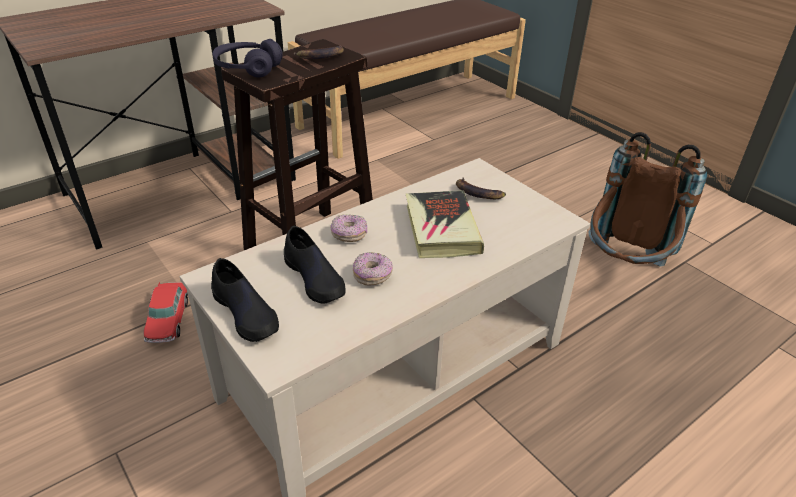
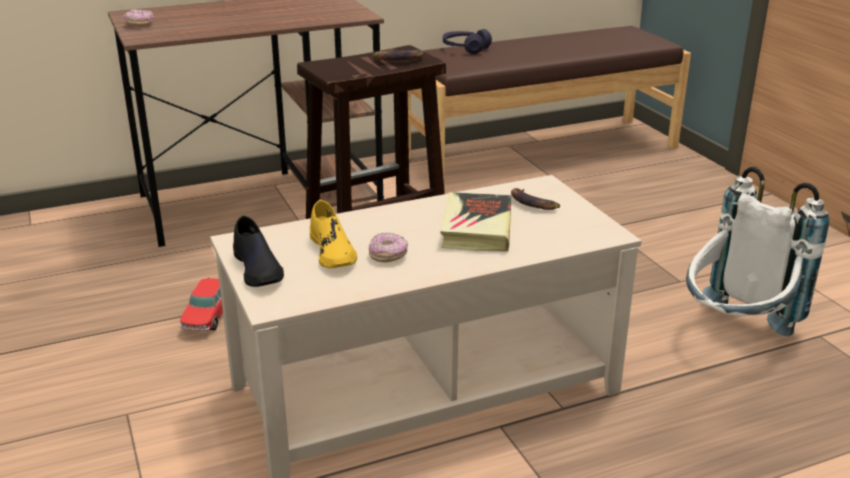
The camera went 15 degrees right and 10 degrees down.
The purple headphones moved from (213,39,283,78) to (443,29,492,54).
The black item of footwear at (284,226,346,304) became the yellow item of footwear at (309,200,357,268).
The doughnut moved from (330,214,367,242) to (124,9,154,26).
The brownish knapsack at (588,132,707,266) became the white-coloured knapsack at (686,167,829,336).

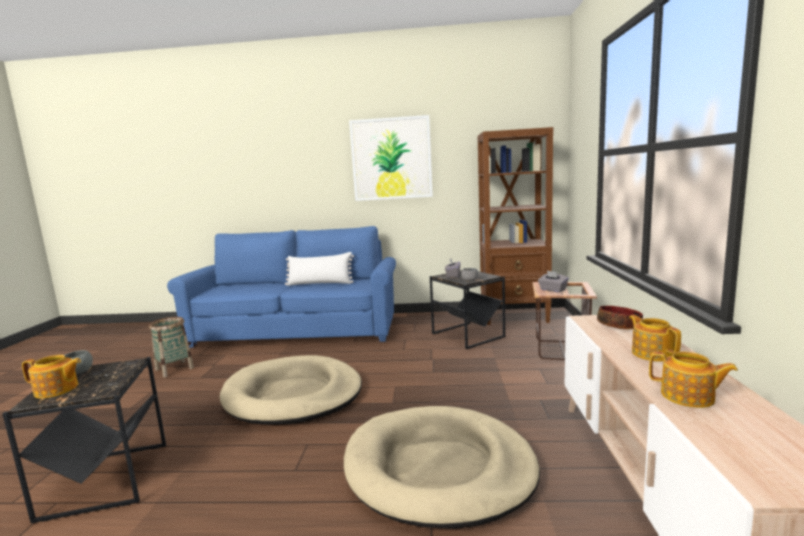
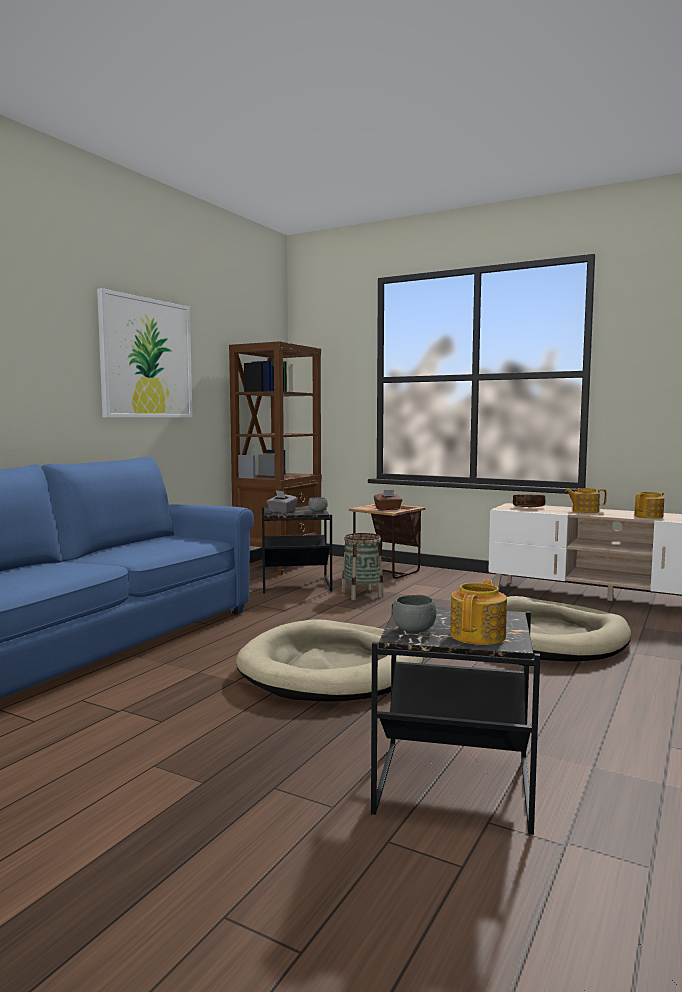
The camera went 65 degrees left and 5 degrees down.
The storage basket moved from (149,317,194,378) to (342,533,384,600).
The white-coloured pillow at (285,252,354,286) disappeared.
The gray tissue holder at (538,271,569,292) became the brownish tissue holder at (374,490,402,510).

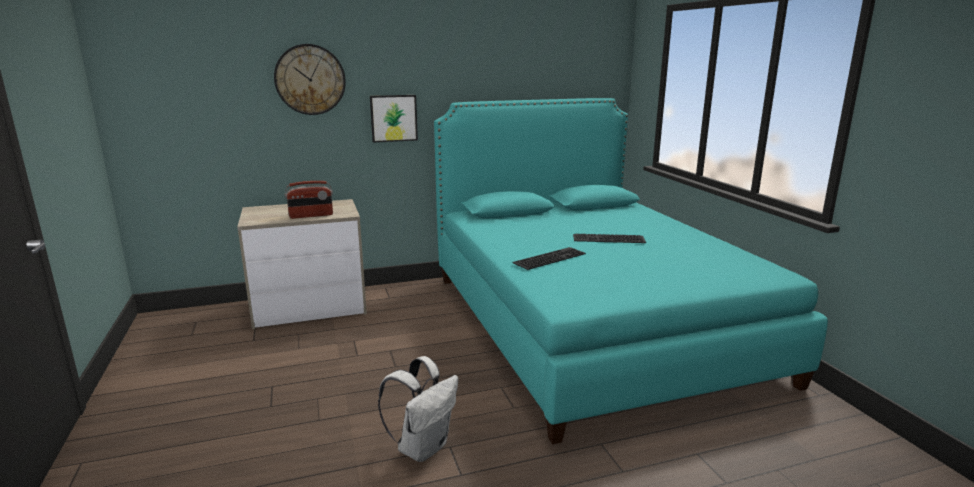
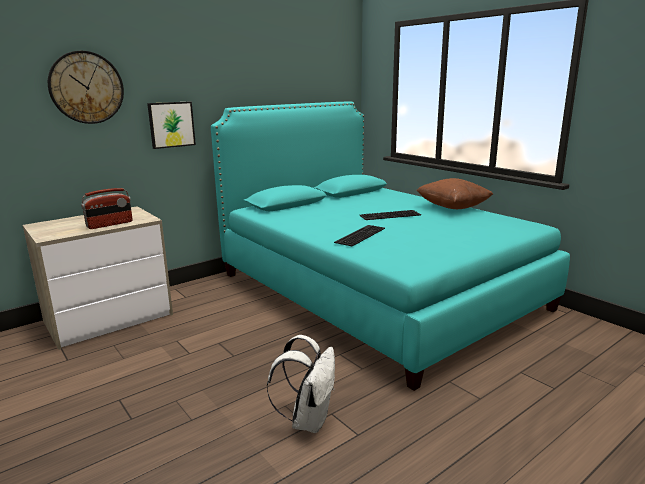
The camera went 20 degrees left and 0 degrees up.
The brownish pillow at (416,178,493,209) appeared.

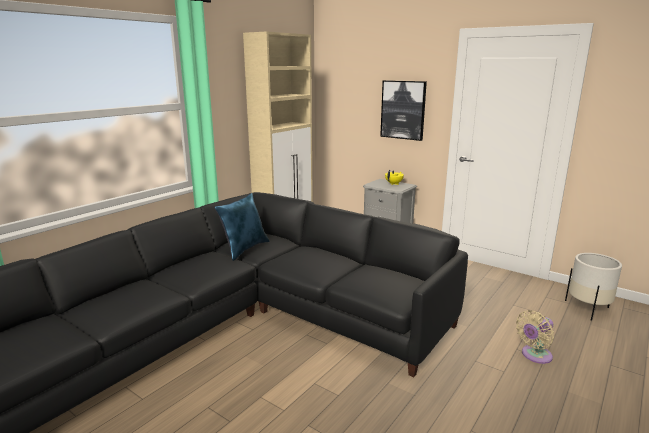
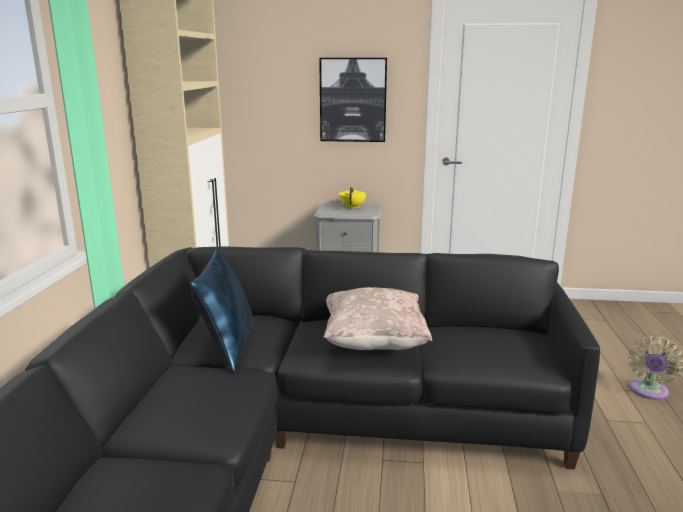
The camera went 30 degrees left and 0 degrees up.
The white-coloured flower pot at (565,253,622,321) disappeared.
The beige pillow at (324,287,432,350) appeared.

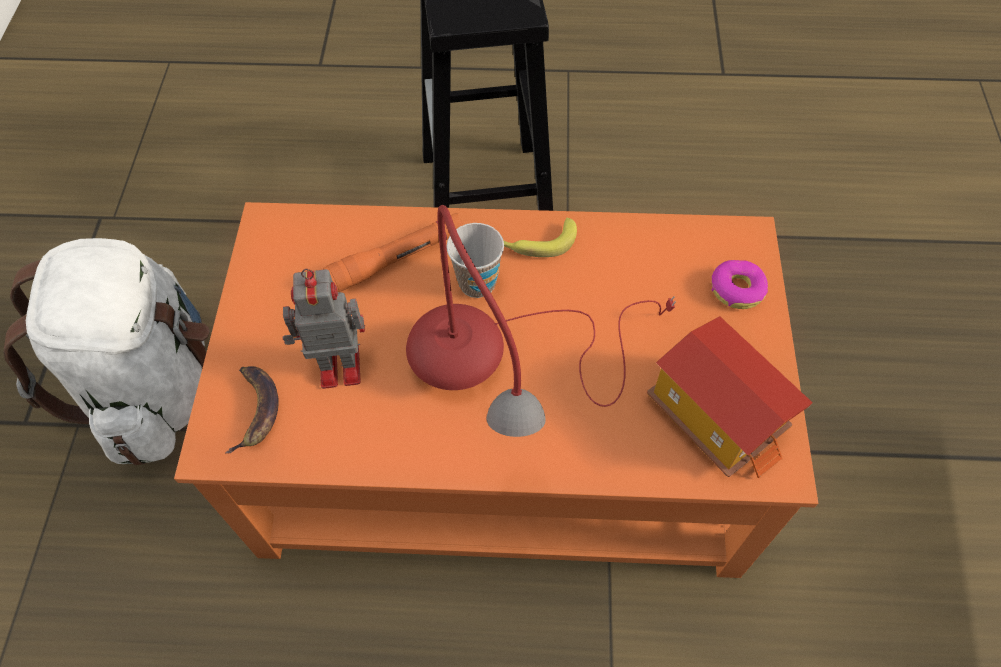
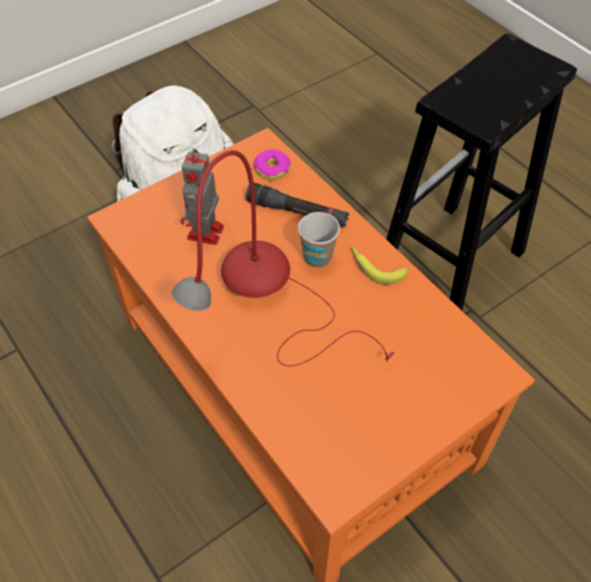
The camera went 50 degrees right and 5 degrees down.
The banana fruit at (226,366,279,453) disappeared.
The model robot at (283,269,365,389) turned 120 degrees counterclockwise.
The orangey torch at (323,213,464,292) became the black torch at (245,183,349,227).
The toy house at (647,316,813,478) disappeared.
The doughnut moved from (712,260,768,309) to (254,149,291,180).

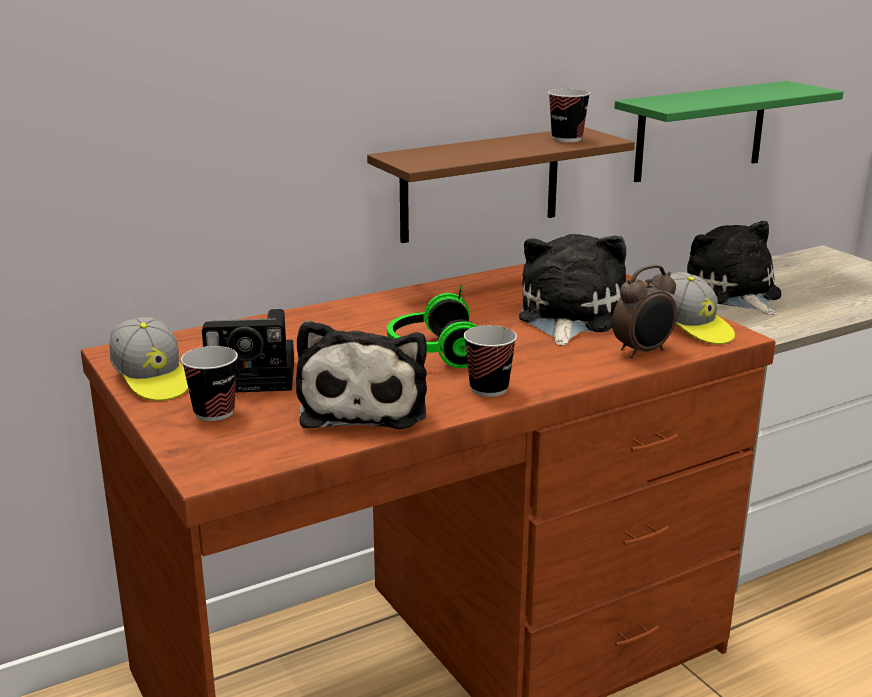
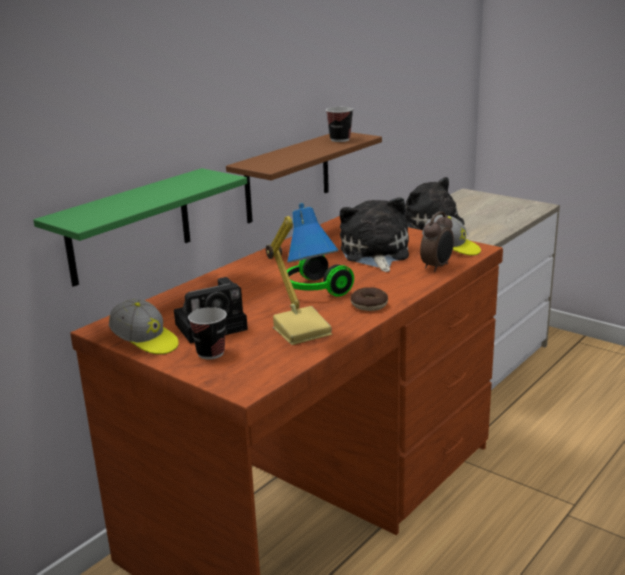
The camera went 20 degrees left and 0 degrees up.
The soft toy at (296,320,427,429) was replaced by the table lamp at (266,203,339,345).
The drinking cup at (464,325,517,397) was replaced by the doughnut at (350,287,388,311).
The greenish wall shelf moved from (614,81,843,182) to (33,168,247,287).

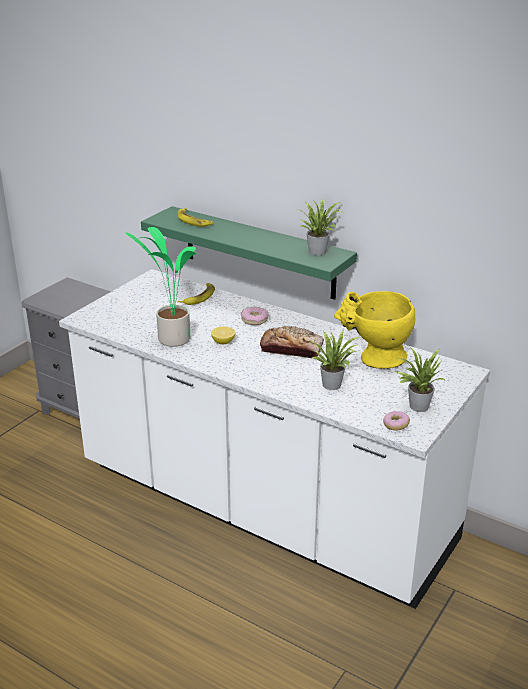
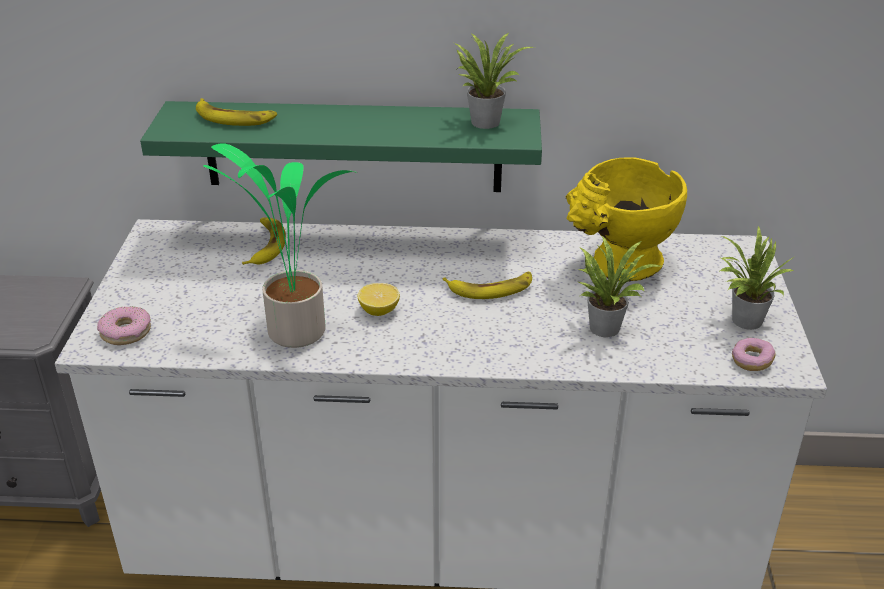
The camera went 30 degrees left and 5 degrees up.
The doughnut moved from (241,307,269,325) to (97,307,151,345).
The bread at (260,326,324,359) was replaced by the banana fruit at (443,272,532,299).

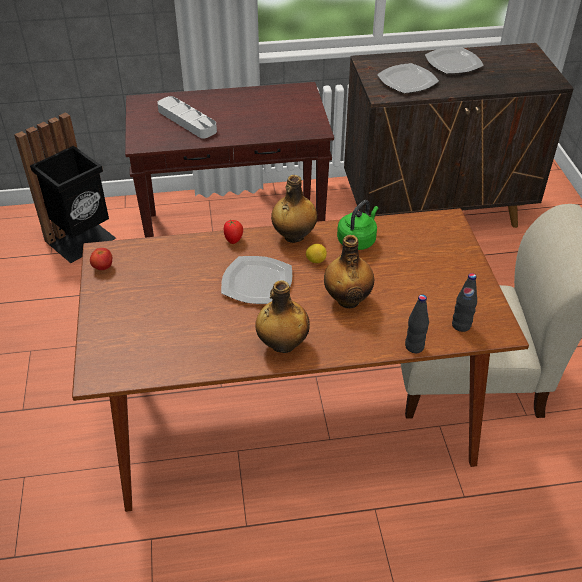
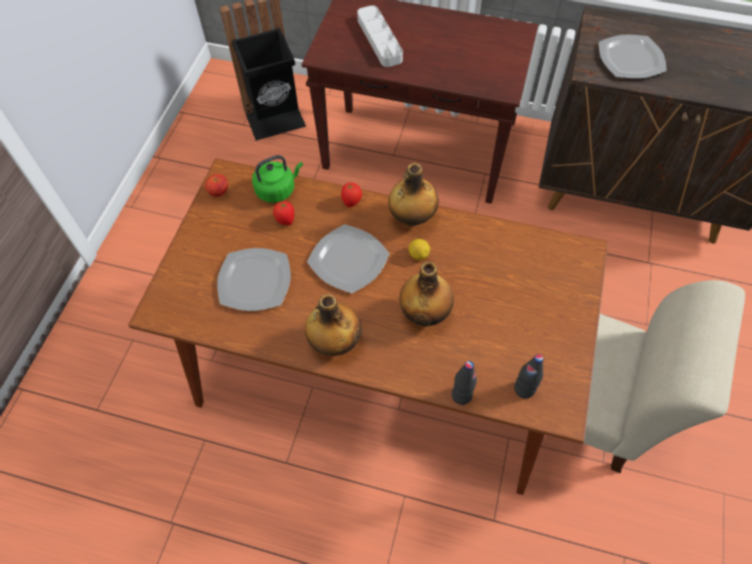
The camera went 25 degrees right and 15 degrees up.
The greenish water kettle moved from (337,200,378,250) to (252,155,303,203).
The plate moved from (425,47,484,74) to (217,248,291,311).
The tomato at (273,201,295,225) appeared.

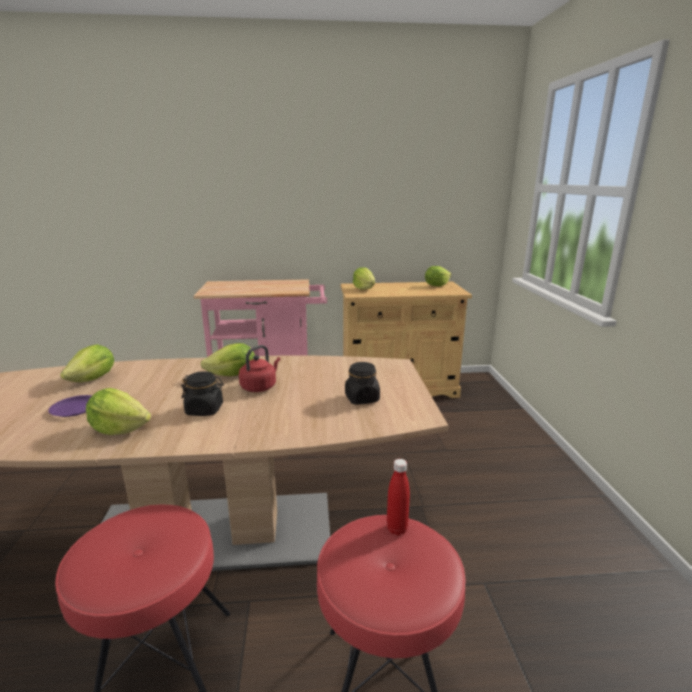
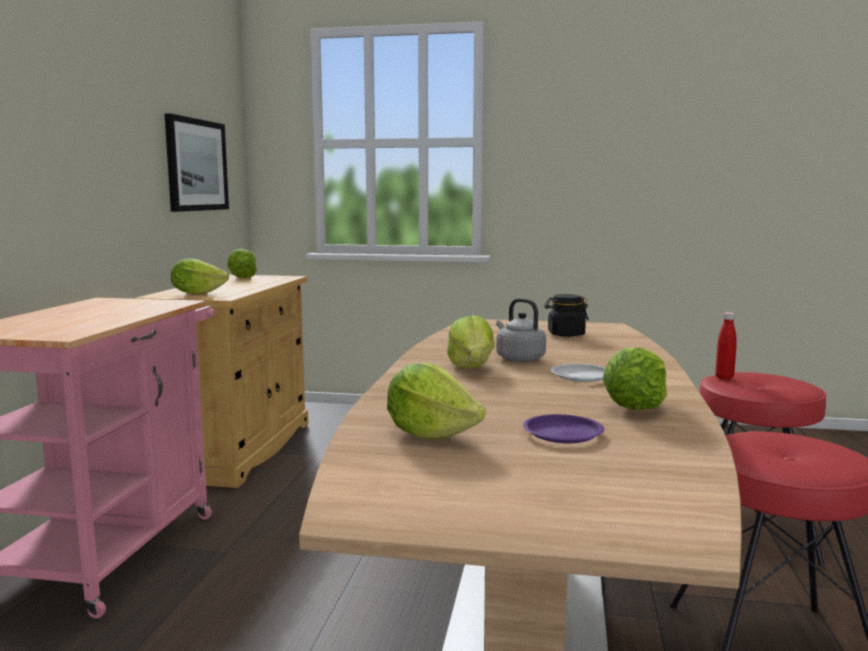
The camera went 75 degrees left and 10 degrees down.
The black storage jar at (181,371,224,416) was replaced by the white-coloured plate at (551,364,605,382).
The red water kettle at (239,345,281,392) became the gray water kettle at (496,298,546,362).
The wall picture at (165,113,229,212) appeared.

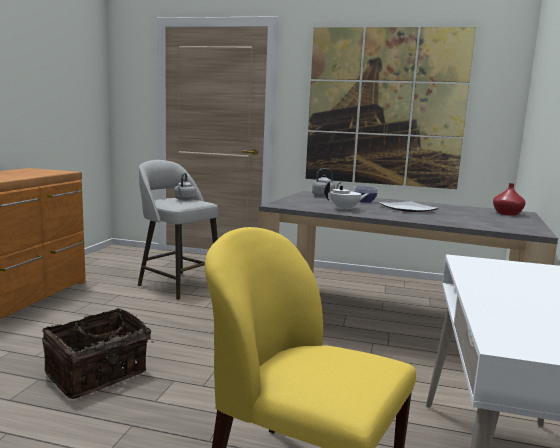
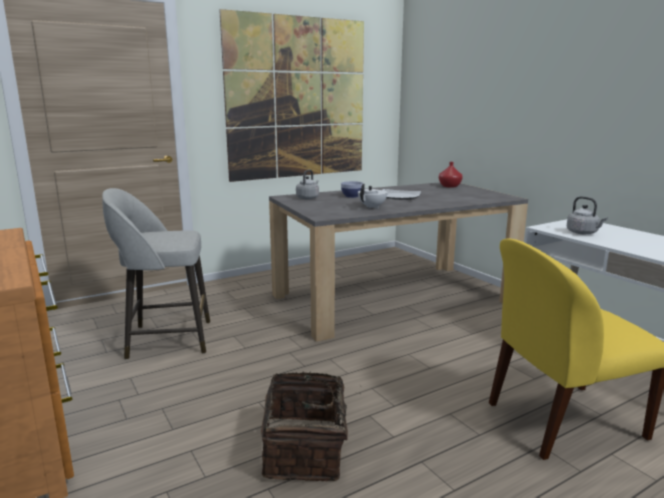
The camera went 45 degrees left and 5 degrees up.
The gray water kettle moved from (174,173,196,200) to (567,196,608,234).

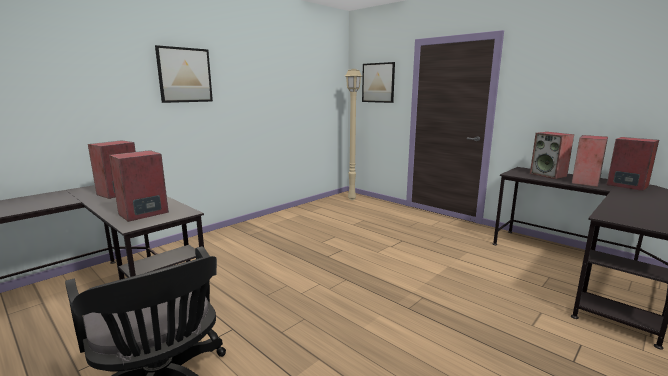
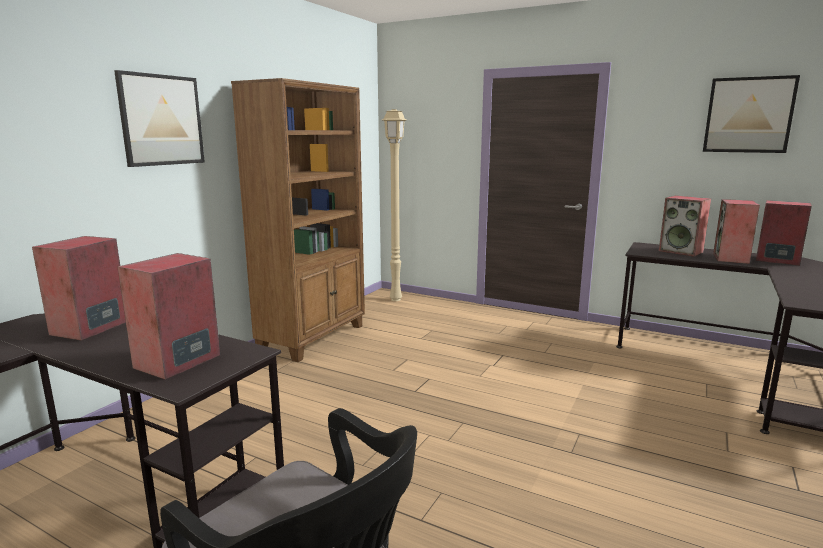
The camera went 15 degrees left and 0 degrees up.
The wall picture moved from (362,62,395,103) to (703,75,800,153).
The brownish bookshelf at (231,78,365,362) appeared.

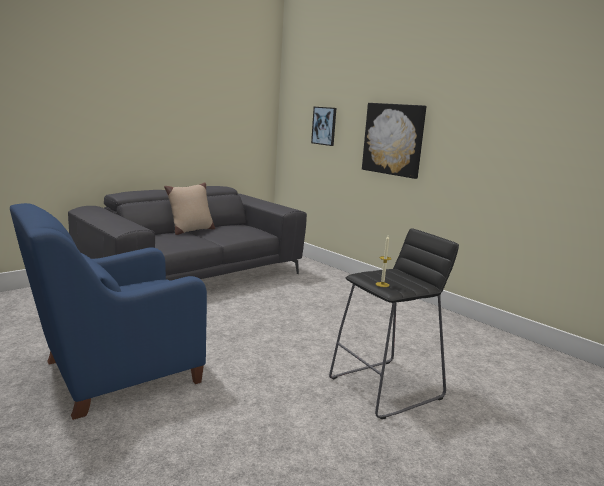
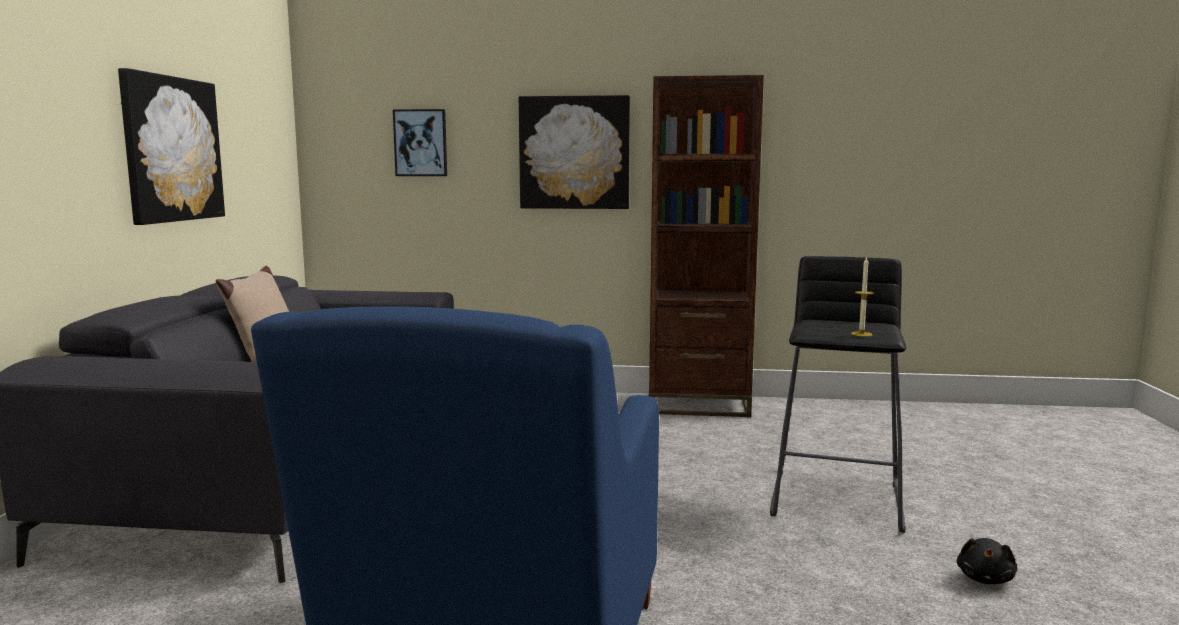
The camera went 40 degrees left and 5 degrees down.
The wall picture at (118,68,225,225) appeared.
The brownish bookshelf at (649,75,764,417) appeared.
The black soft toy at (957,538,1017,584) appeared.

